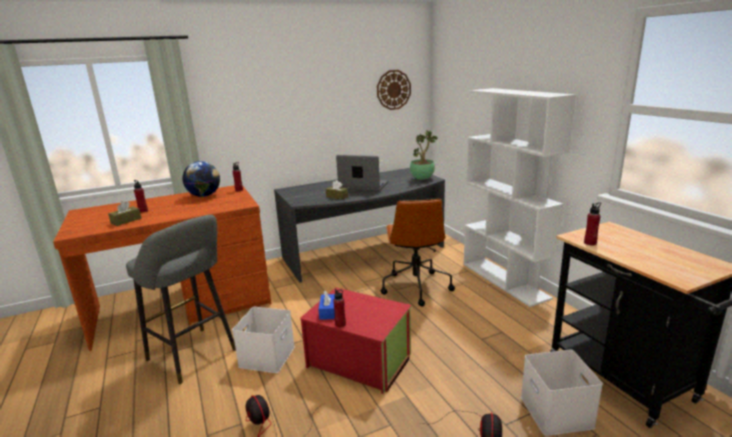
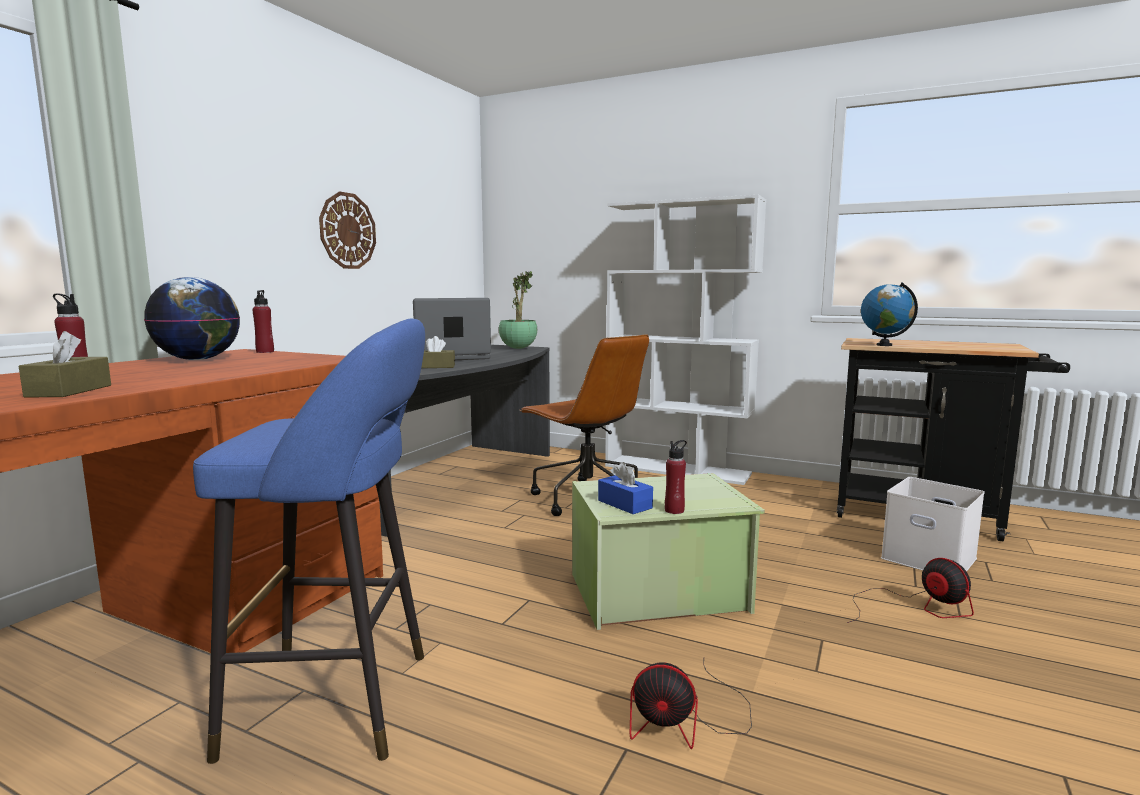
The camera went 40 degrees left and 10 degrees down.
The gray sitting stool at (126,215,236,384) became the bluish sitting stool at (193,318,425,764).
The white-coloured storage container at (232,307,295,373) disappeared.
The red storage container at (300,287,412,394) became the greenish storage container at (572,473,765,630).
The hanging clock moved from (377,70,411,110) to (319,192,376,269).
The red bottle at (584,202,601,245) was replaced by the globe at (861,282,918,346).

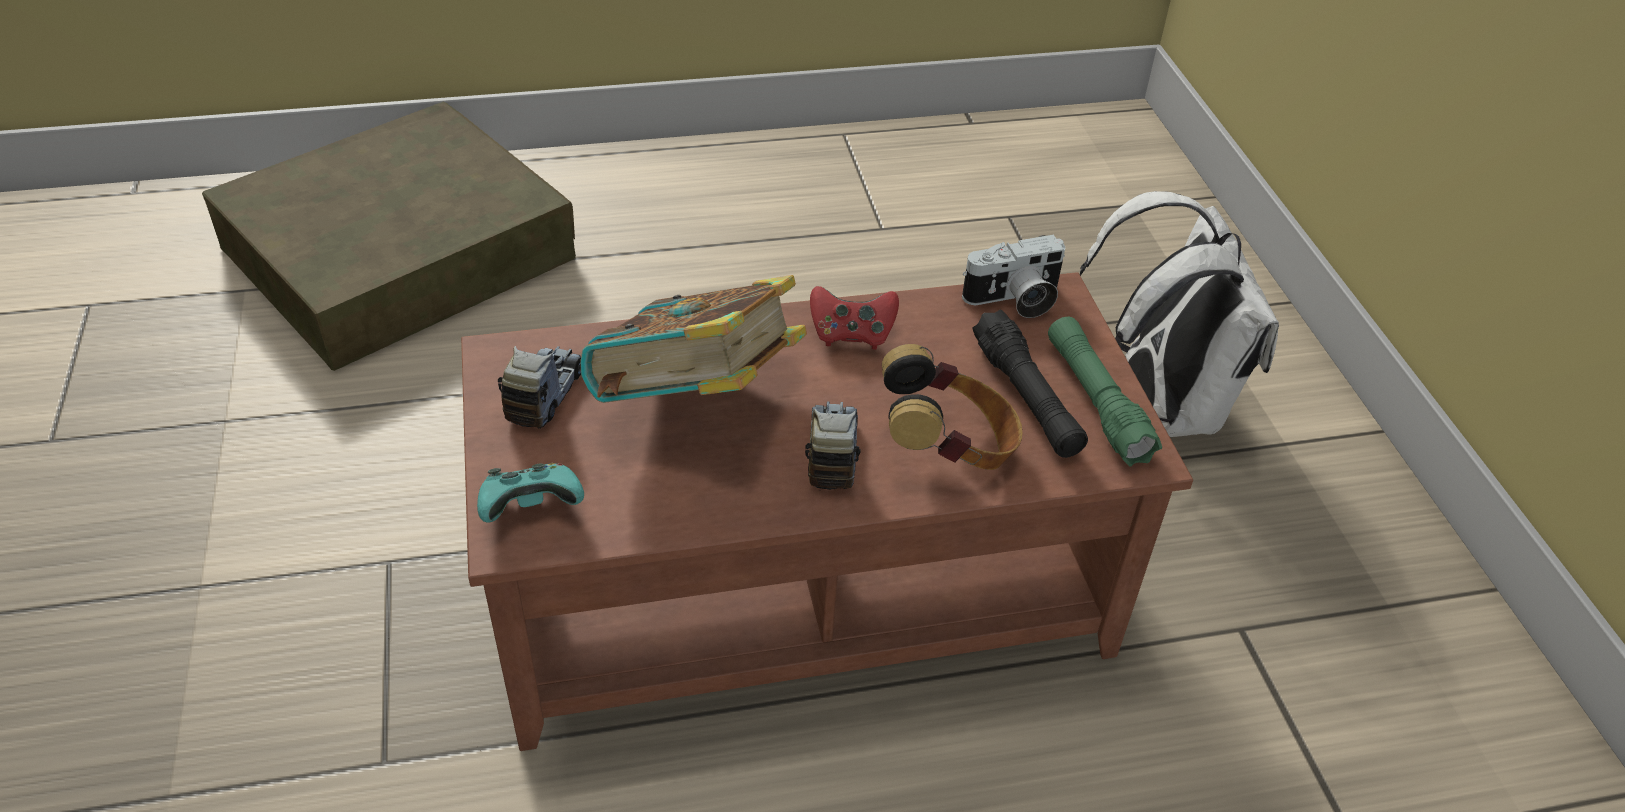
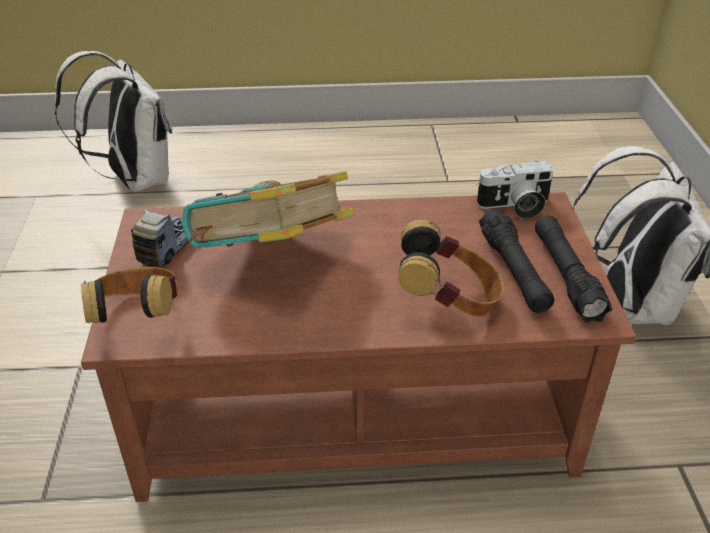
The camera went 10 degrees right and 5 degrees down.
The brownish storage container at (202,102,576,371) was replaced by the white-coloured knapsack at (54,51,172,192).
The turquoise-coloured game controller at (477,463,584,522) was replaced by the headphones at (81,267,178,323).
The model truck at (805,401,861,490) disappeared.
The red game controller at (810,286,899,350) disappeared.
The greenish torch at (1048,317,1162,467) became the black torch at (535,216,612,323).

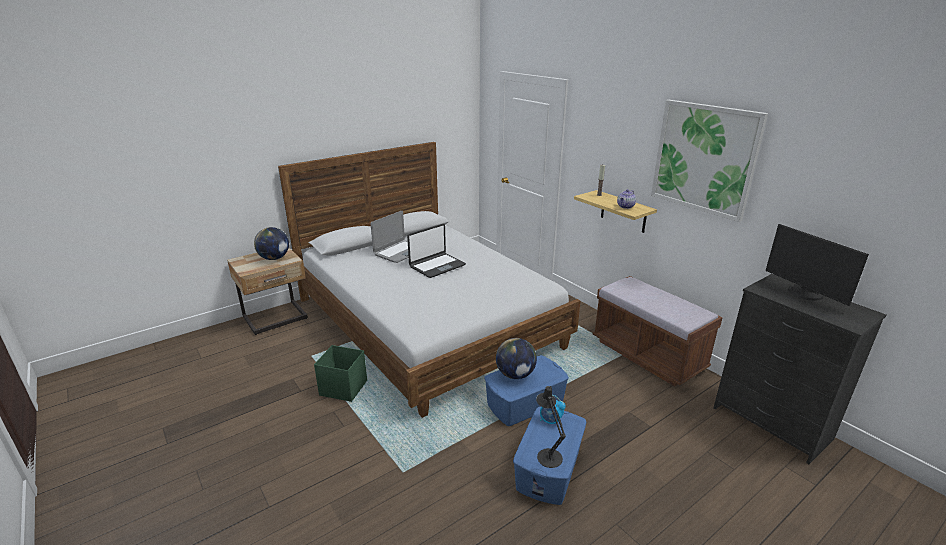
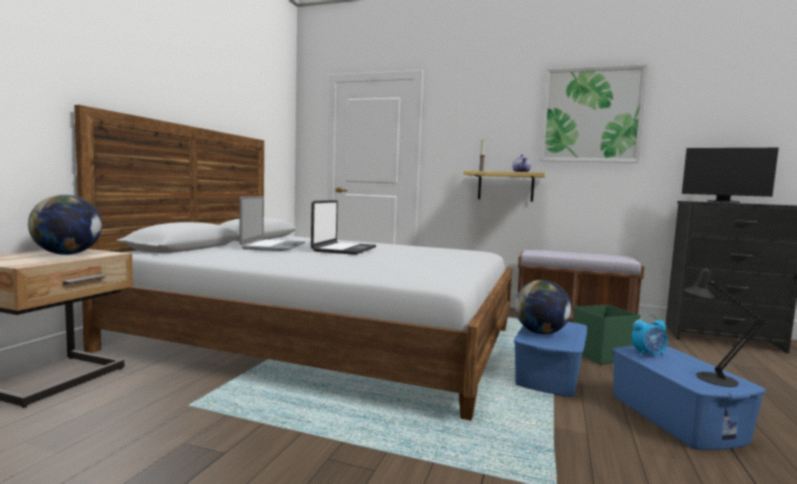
The camera went 35 degrees left and 20 degrees down.
The greenish storage container moved from (314,345,367,402) to (573,305,640,365).

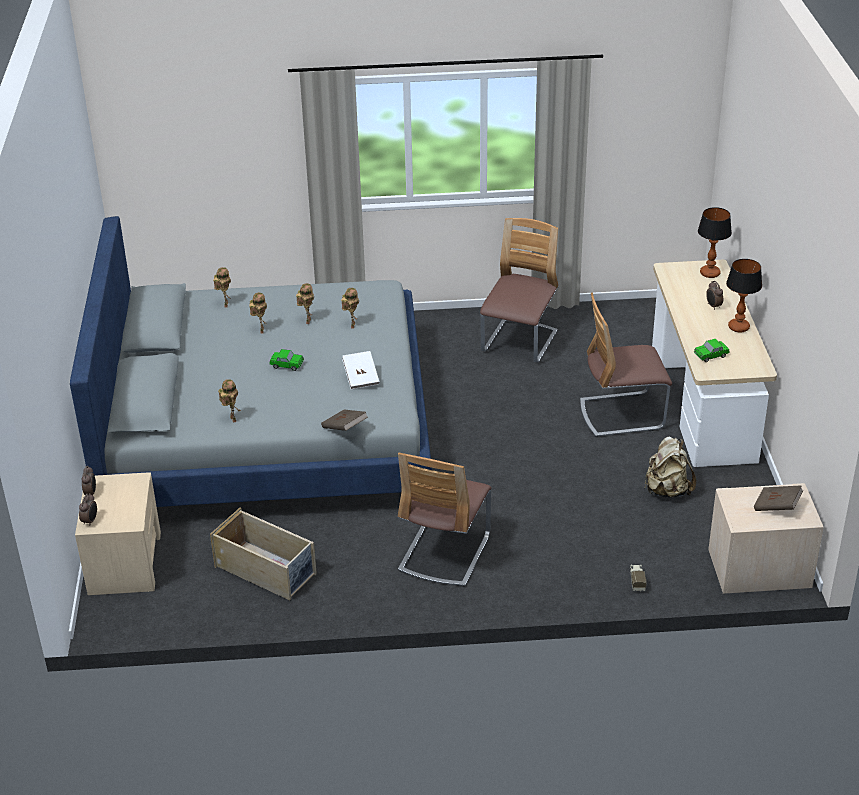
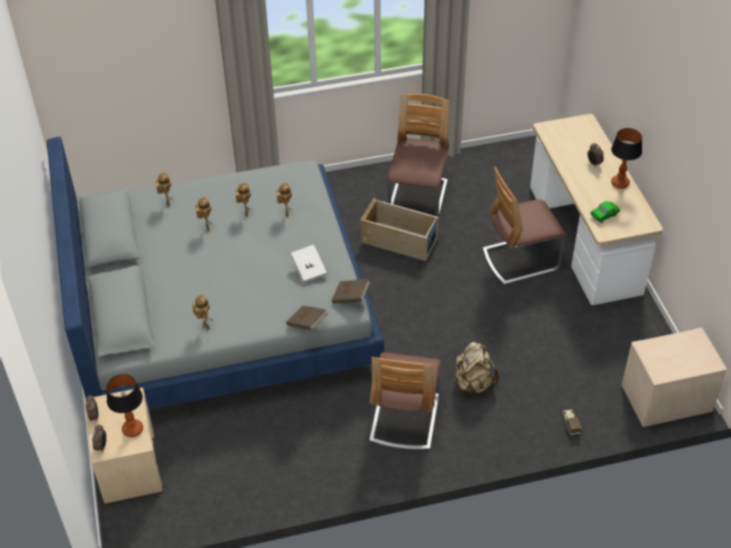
The camera went 10 degrees left and 10 degrees up.
The beige storage container moved from (210,507,317,600) to (360,197,439,261).
The toy car at (269,349,304,371) disappeared.
The beige knapsack moved from (645,436,696,498) to (455,342,499,394).
The table lamp moved from (698,207,732,278) to (107,374,143,437).
The brownish book moved from (754,485,803,511) to (332,279,370,303).

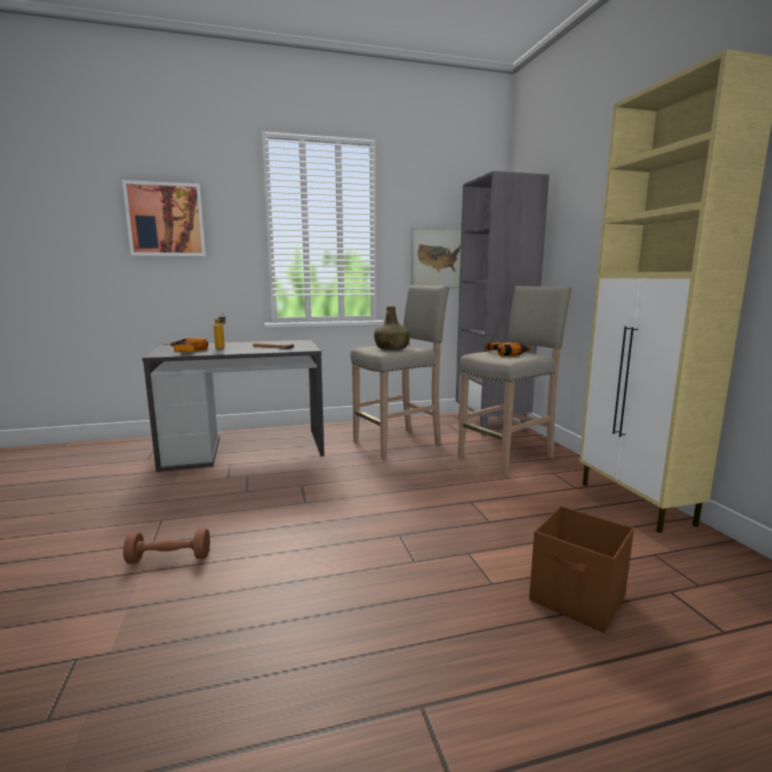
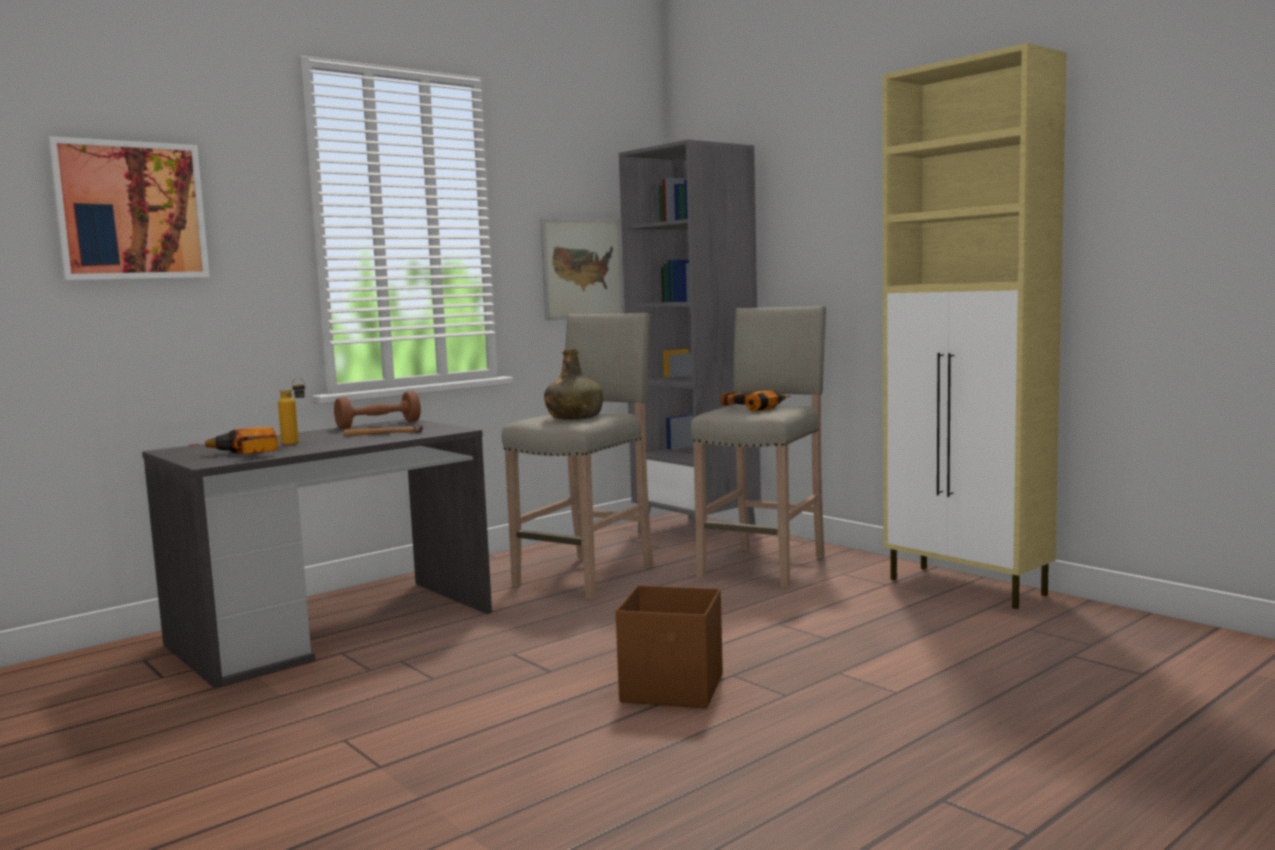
The camera went 25 degrees left and 5 degrees down.
The brownish dumbbell moved from (123,528,210,564) to (334,391,421,429).
The brownish storage container moved from (529,506,634,633) to (616,585,723,708).

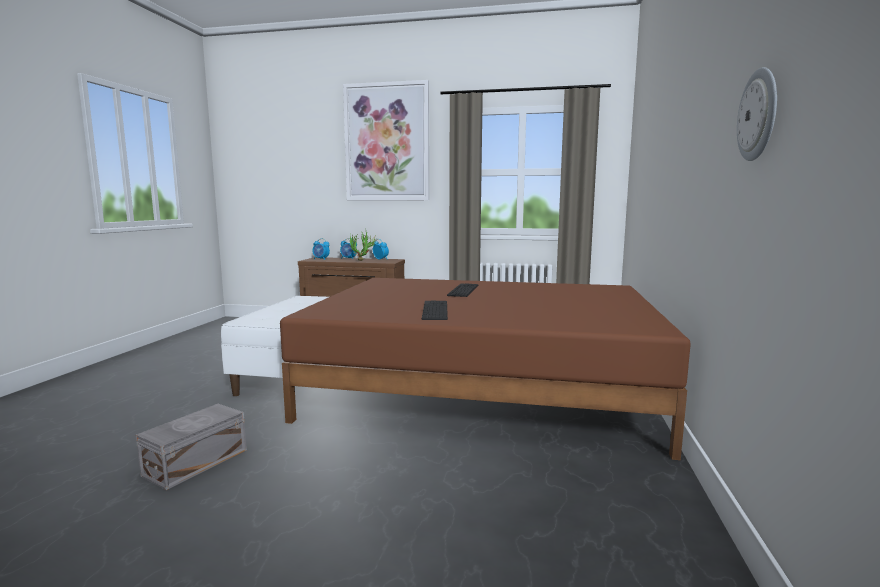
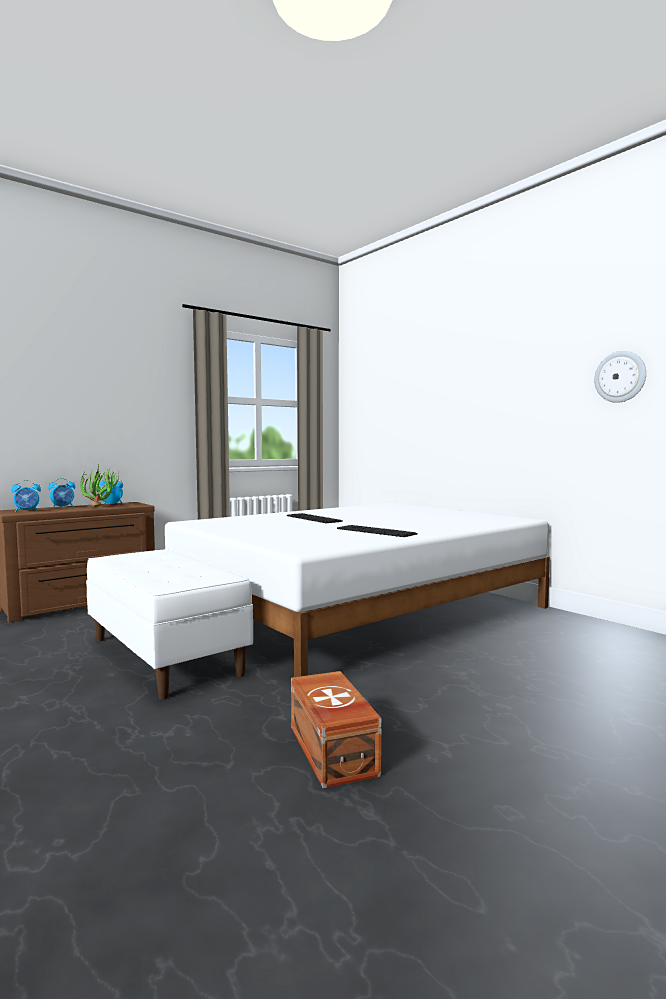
The camera went 50 degrees left and 5 degrees down.
The gray storage container at (136,404,247,490) became the brownish storage container at (291,671,381,788).
The brownish sleeping bed at (280,278,691,460) became the white-coloured sleeping bed at (165,503,550,677).
The wall picture at (343,80,429,200) disappeared.

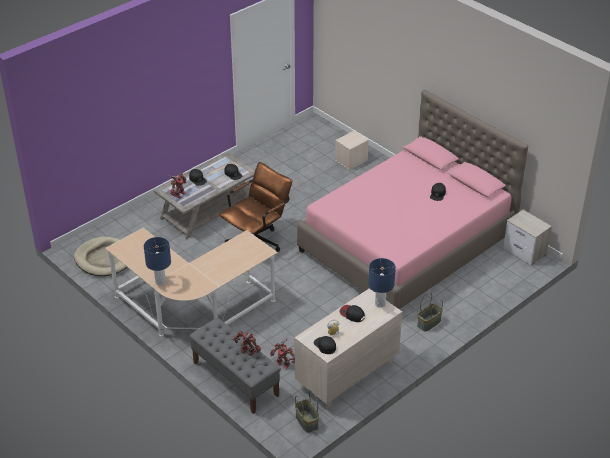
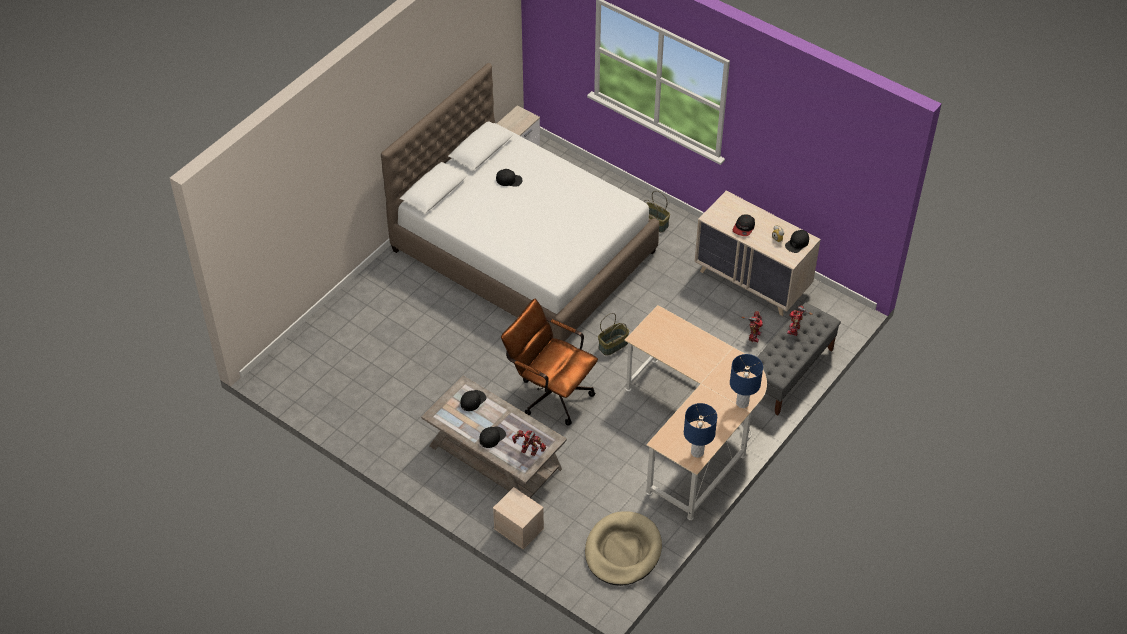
The camera went 100 degrees left and 10 degrees up.
The storage basket moved from (295,390,319,433) to (598,313,629,355).
The pink-coloured sleeping bed at (297,90,528,309) became the white-coloured sleeping bed at (381,63,659,341).
The beige storage container moved from (335,131,369,170) to (493,487,544,550).
The bluish table lamp moved from (368,258,396,308) to (684,403,717,458).

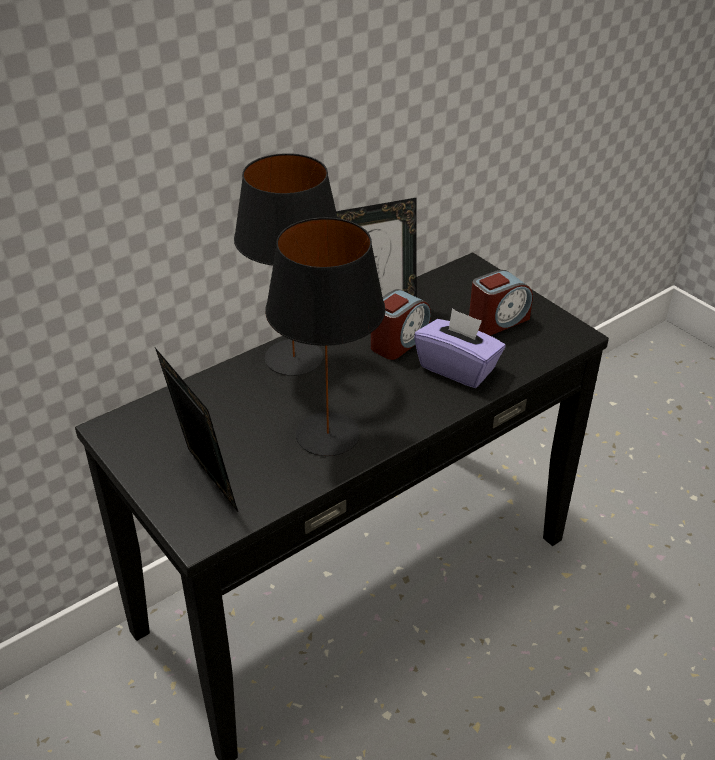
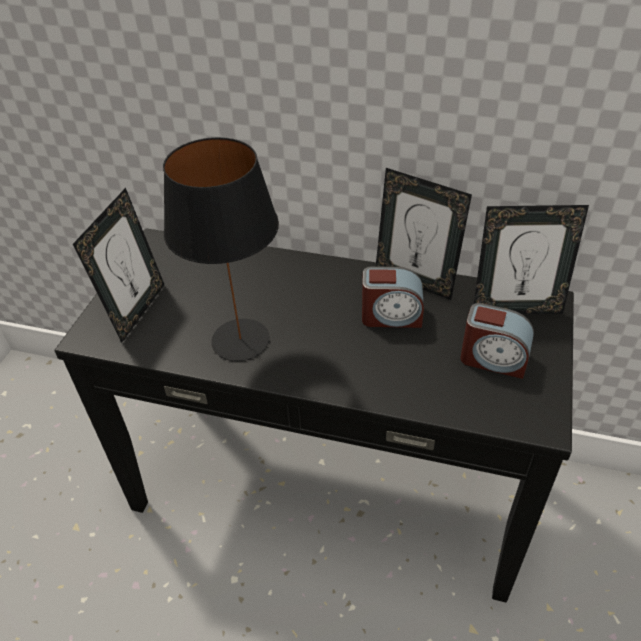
The camera went 55 degrees right and 5 degrees up.
The black table lamp at (234,153,338,376) disappeared.
The purple tissue holder at (414,308,505,388) disappeared.
The standing frame at (474,205,589,314) appeared.

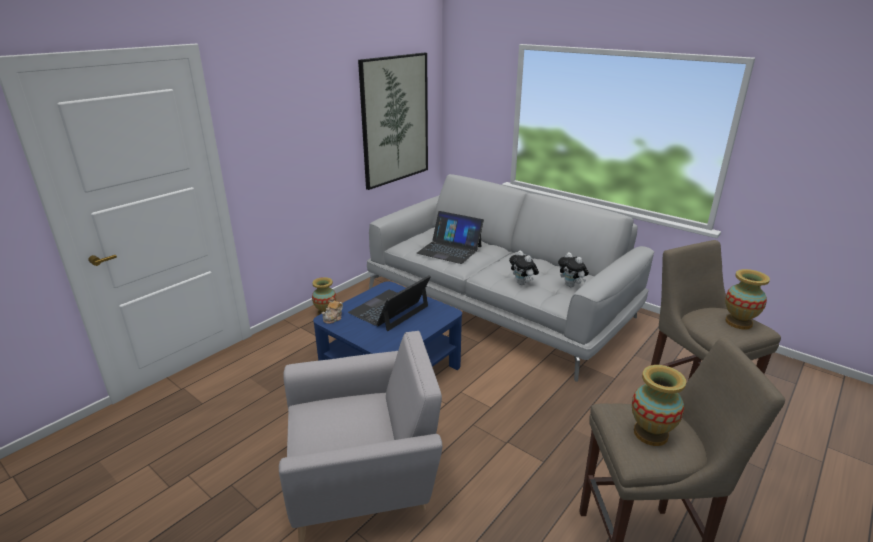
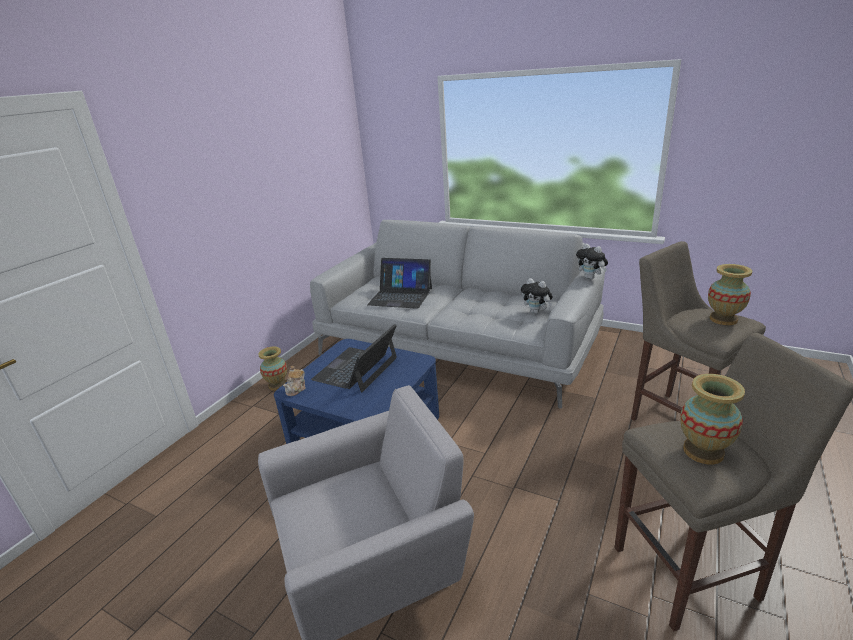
The camera went 10 degrees left and 0 degrees up.
The wall picture at (358,53,428,190) disappeared.
The soft toy moved from (509,250,539,285) to (576,244,608,279).

